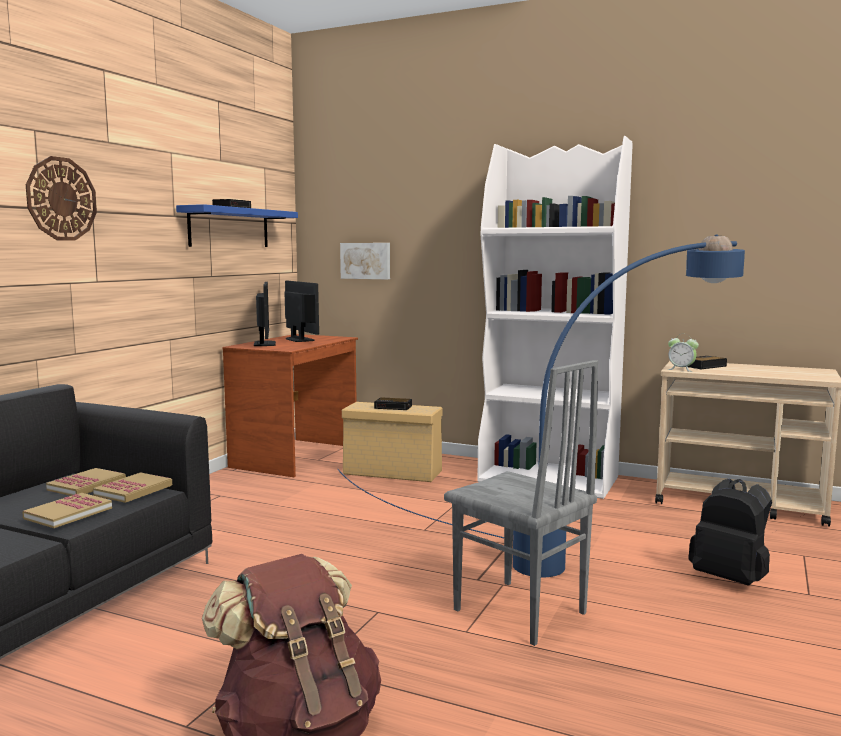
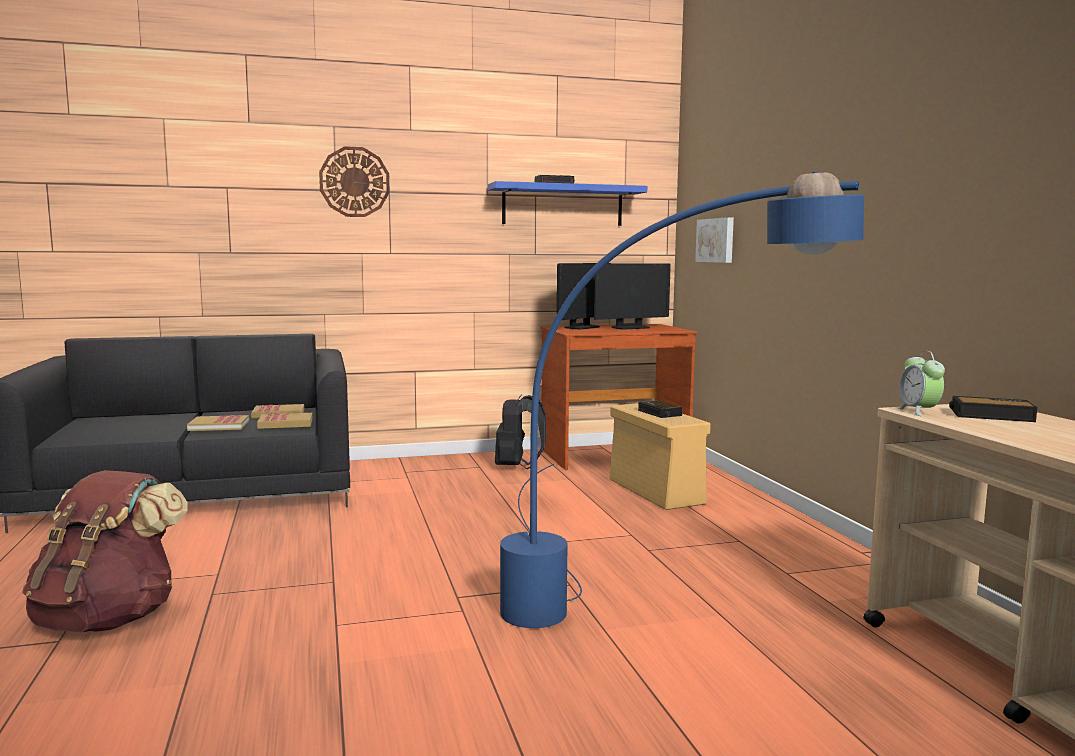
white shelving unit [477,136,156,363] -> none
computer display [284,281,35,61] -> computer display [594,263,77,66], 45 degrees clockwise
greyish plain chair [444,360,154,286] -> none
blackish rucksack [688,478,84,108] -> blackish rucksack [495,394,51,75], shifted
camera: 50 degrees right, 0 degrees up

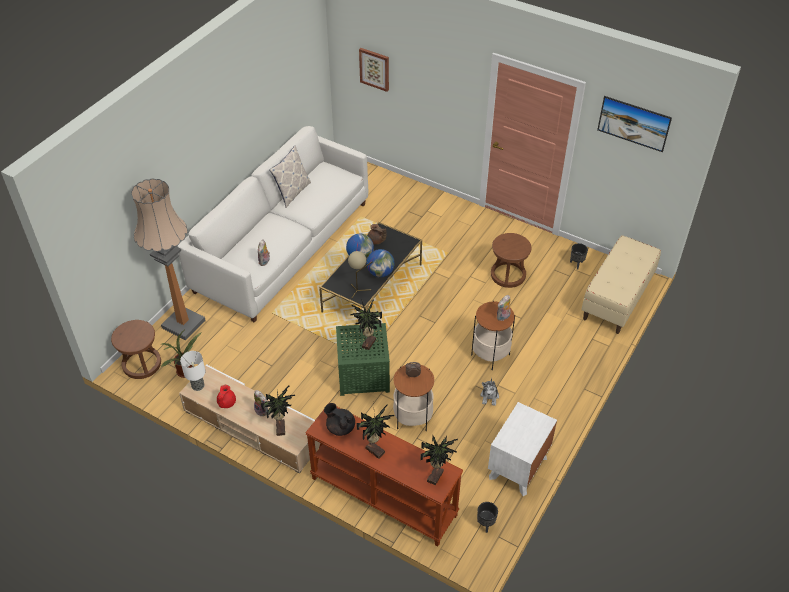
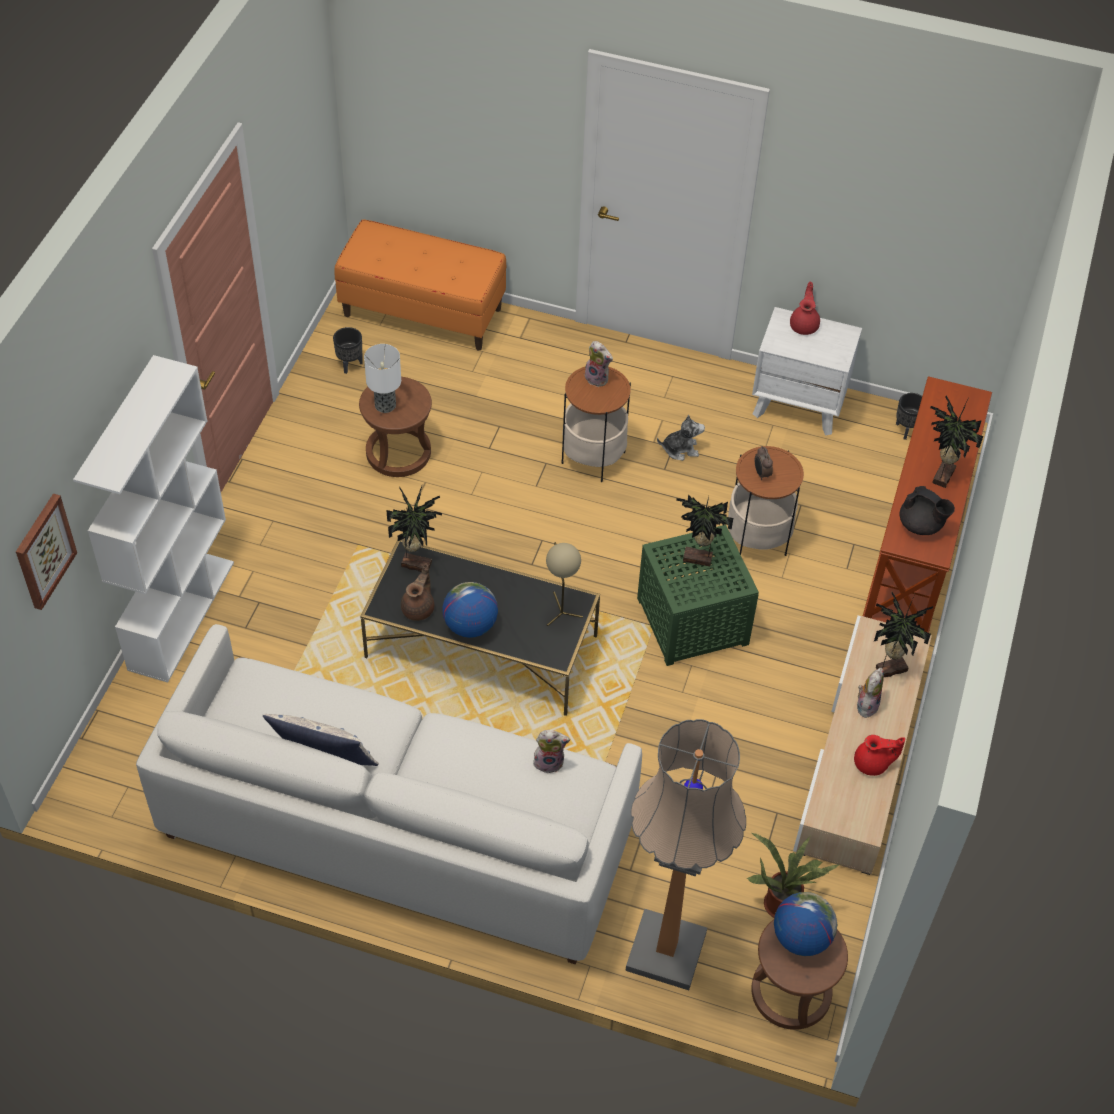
picture [597,96,75,56] -> none
beige-coloured indoor bench [581,235,80,99] -> orangey indoor bench [334,220,172,131]
globe [366,249,29,28] -> globe [774,892,63,64], shifted
table lamp [180,351,26,40] -> table lamp [364,344,37,69], shifted
blackish teapot [324,403,31,33] -> blackish teapot [900,486,55,49], 75 degrees counterclockwise
houseplant [420,435,38,50] -> houseplant [386,486,56,86], shifted
none -> red-coloured teapot [790,282,30,53]
none -> white shelving unit [73,355,161,328]
camera: 105 degrees left, 5 degrees up

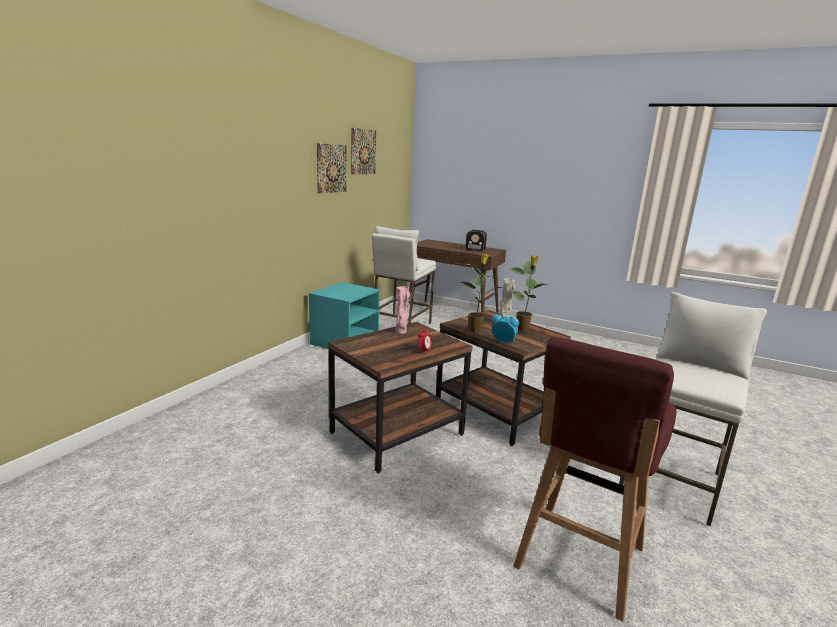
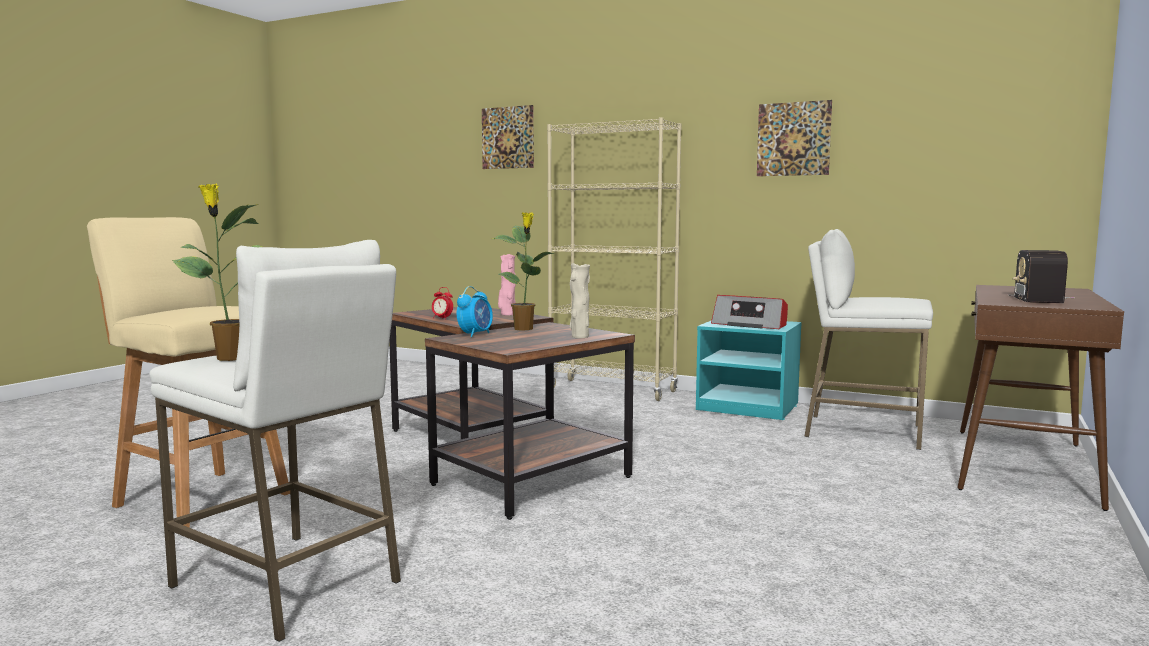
picture [351,128,25,46] -> picture [482,105,52,64], shifted
houseplant [509,255,38,76] -> houseplant [172,183,91,178], shifted
red-coloured sitting stool [513,337,163,284] -> beige-coloured sitting stool [87,217,203,311]
none -> beige-coloured shelving unit [547,117,135,284]
none -> radio [711,295,77,34]
camera: 90 degrees right, 10 degrees down

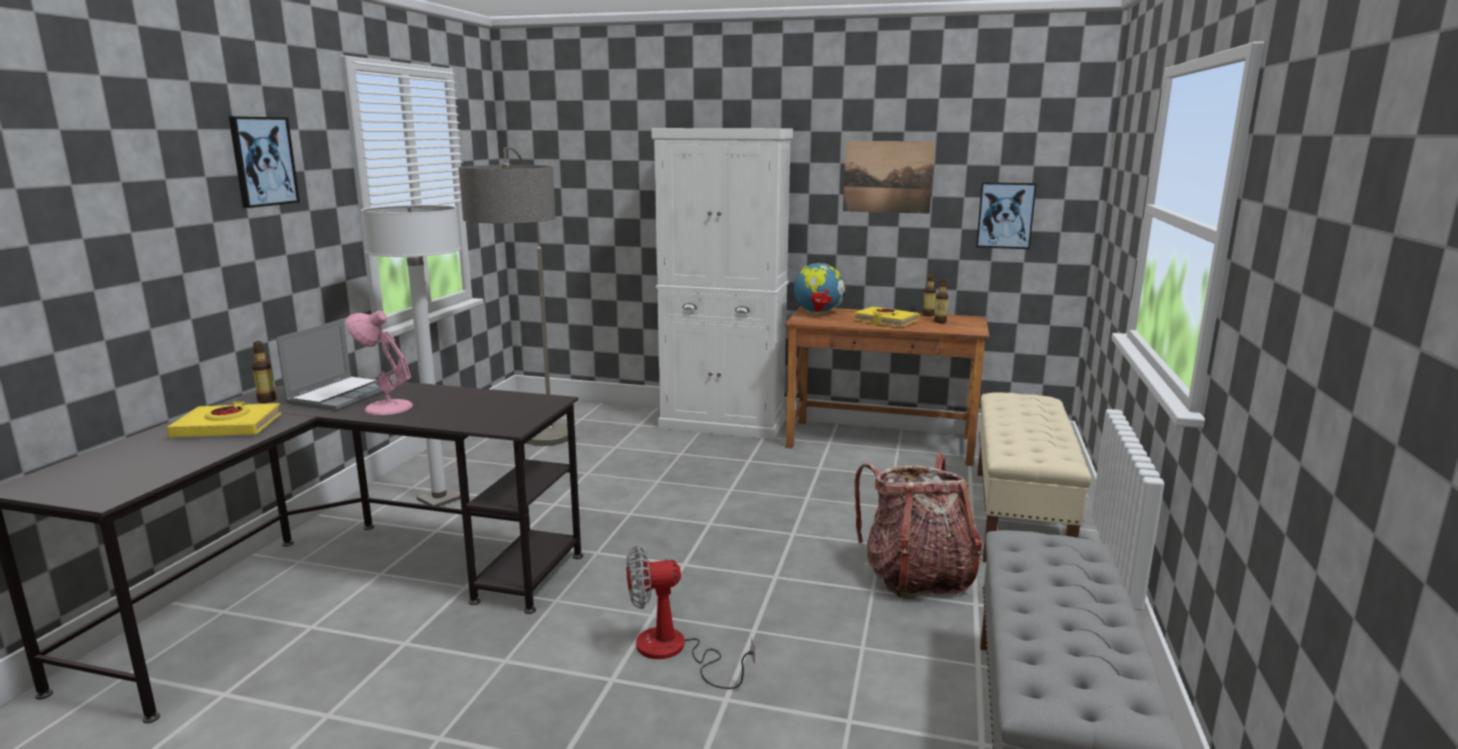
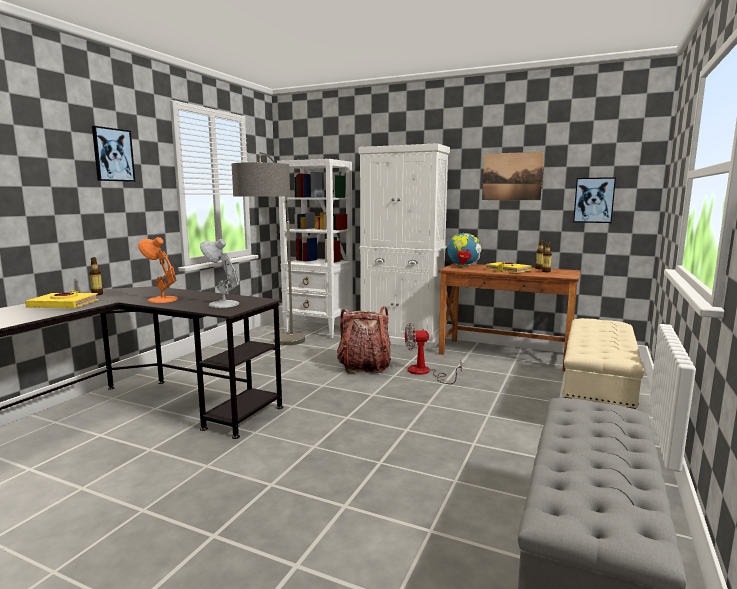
white floor lamp [361,205,100,302] -> none
pinkish table lamp [346,311,67,104] -> orangey table lamp [138,237,40,66]
notebook computer [276,319,120,92] -> none
rucksack [854,453,128,146] -> rucksack [337,306,54,68], shifted
cooling fan [627,546,128,143] -> cooling fan [405,323,57,61], shifted
none -> white shelving unit [277,159,76,179]
none -> white table lamp [200,239,39,69]
camera: 10 degrees right, 5 degrees down

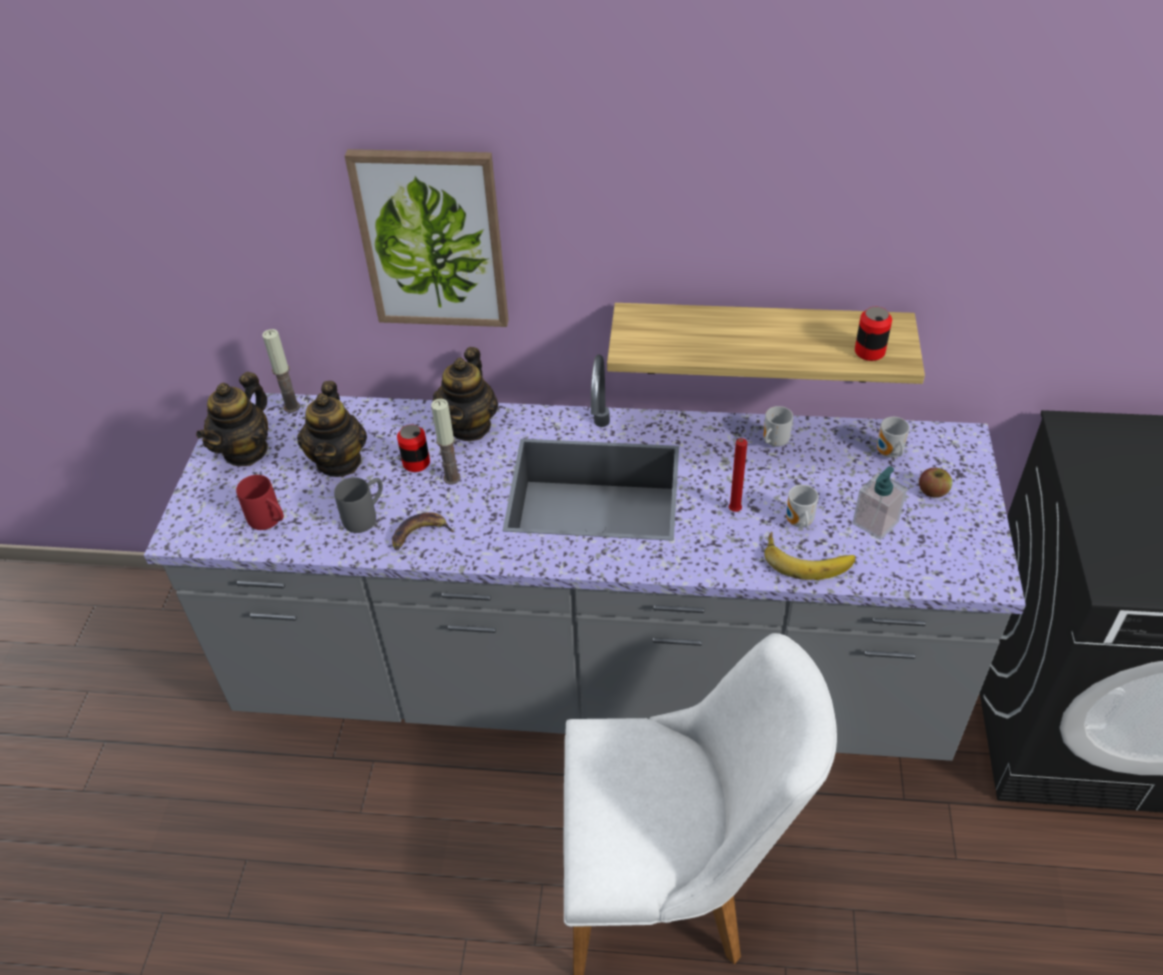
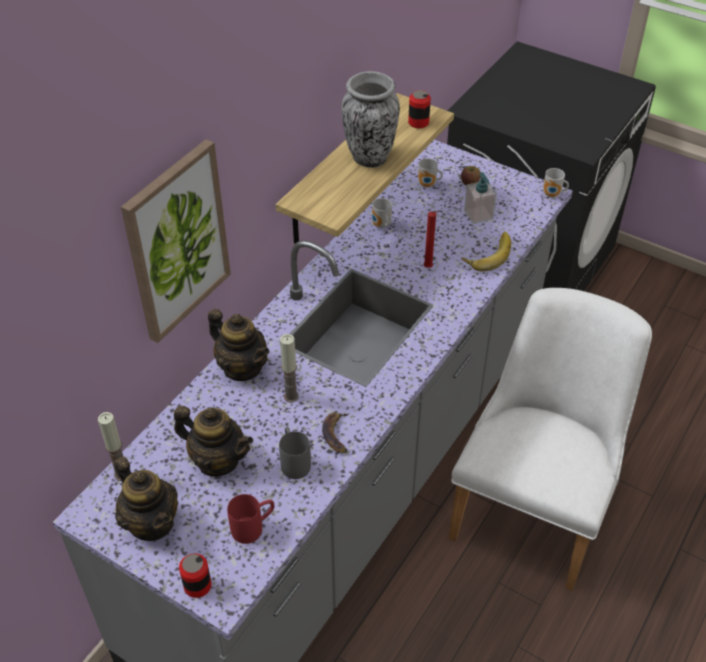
can [397,424,33,48] -> can [179,554,33,44], shifted
coffee mug [786,485,33,43] -> coffee mug [543,168,26,29], shifted
none -> decorative vase [341,71,59,97]
camera: 65 degrees left, 0 degrees up

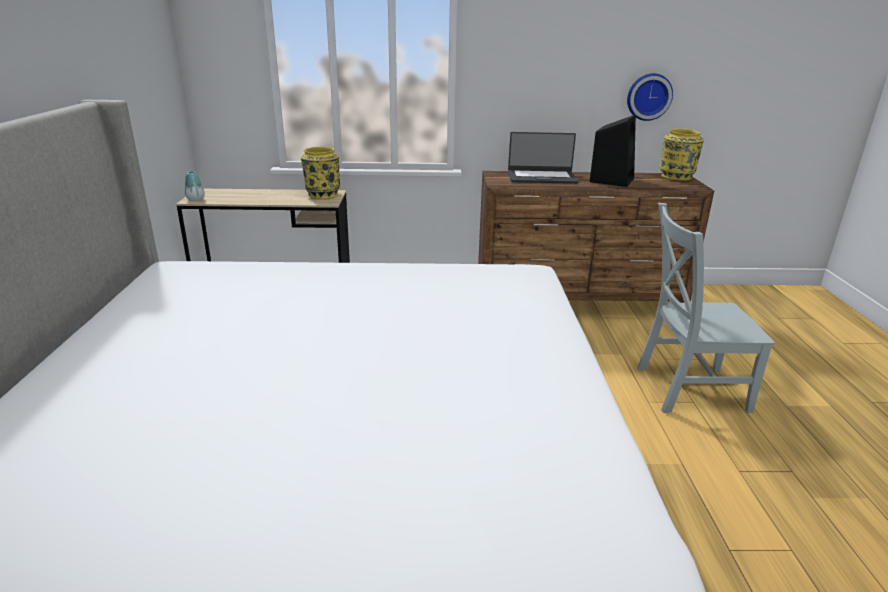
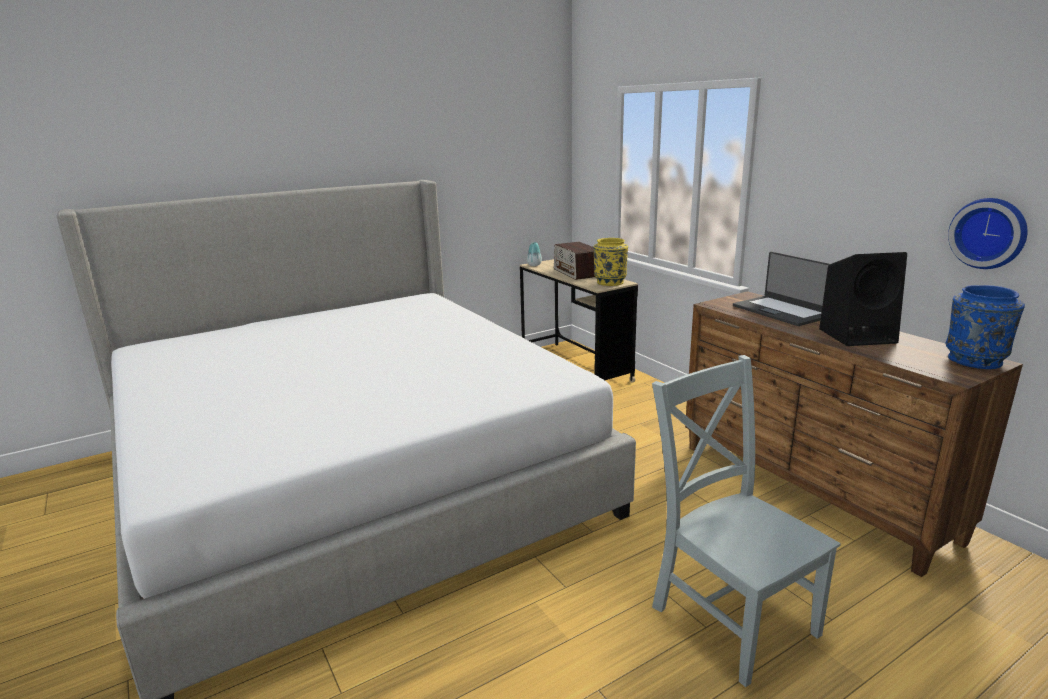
yellow-coloured decorative vase [660,128,44,53] -> blue decorative vase [946,285,79,84]
none -> radio [554,242,41,38]
camera: 60 degrees right, 5 degrees down

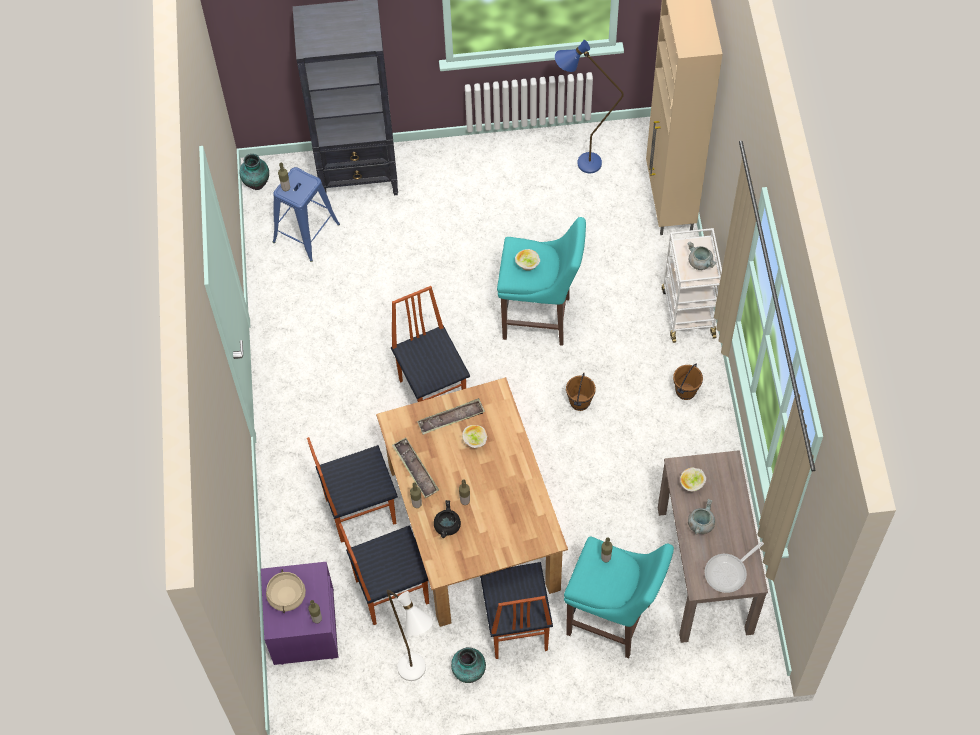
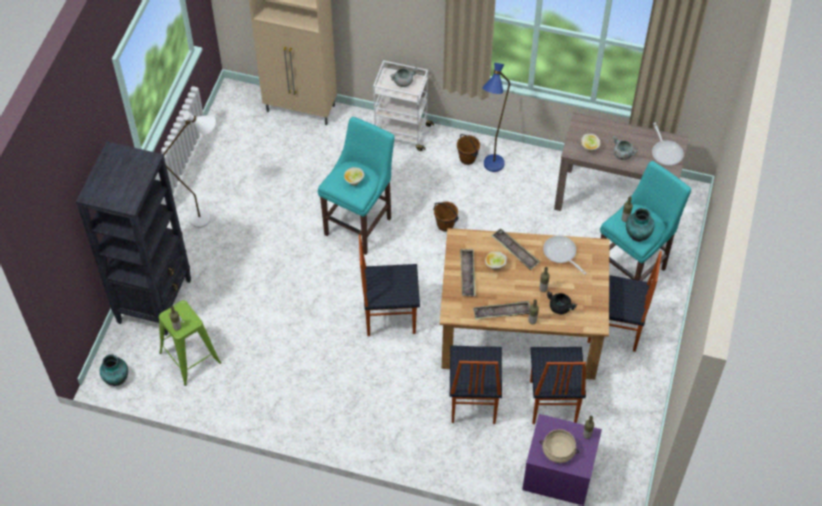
blue floor lamp [555,40,69,133] -> blue floor lamp [482,63,28,109], shifted
blue sitting stool [273,167,67,95] -> green sitting stool [159,300,62,86]
white floor lamp [387,590,46,91] -> white floor lamp [164,110,52,118], shifted
decorative vase [451,647,35,36] -> decorative vase [626,208,29,34], shifted
none -> tray [492,228,48,42]
none -> pan [543,236,43,39]
camera: 70 degrees left, 5 degrees down

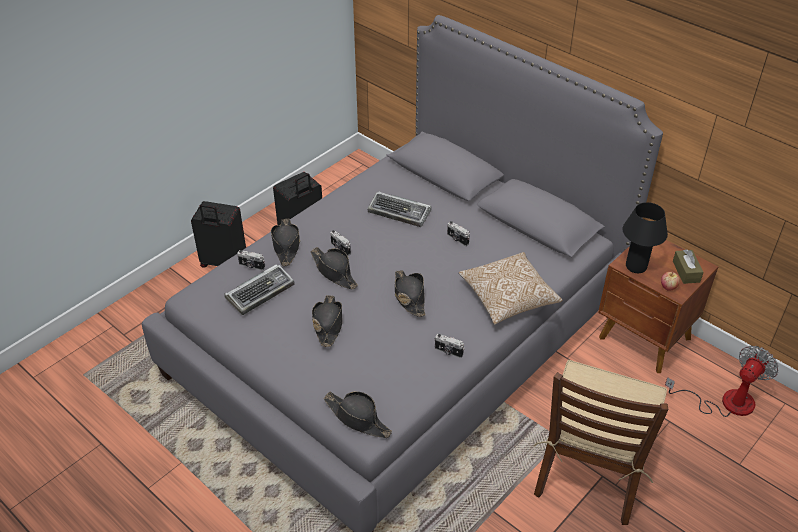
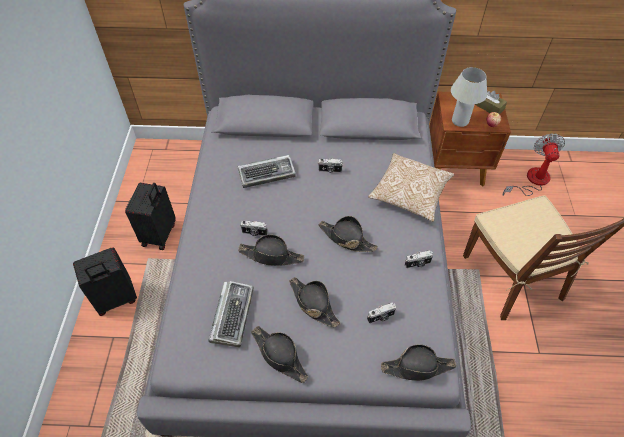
blackish table lamp [623,202,45,71] -> white table lamp [451,67,36,60]
blackish clothing hat [271,219,29,47] -> blackish clothing hat [251,326,57,57], shifted
photo camera [237,250,28,20] -> photo camera [367,302,29,22], shifted
camera: 40 degrees left, 10 degrees up

